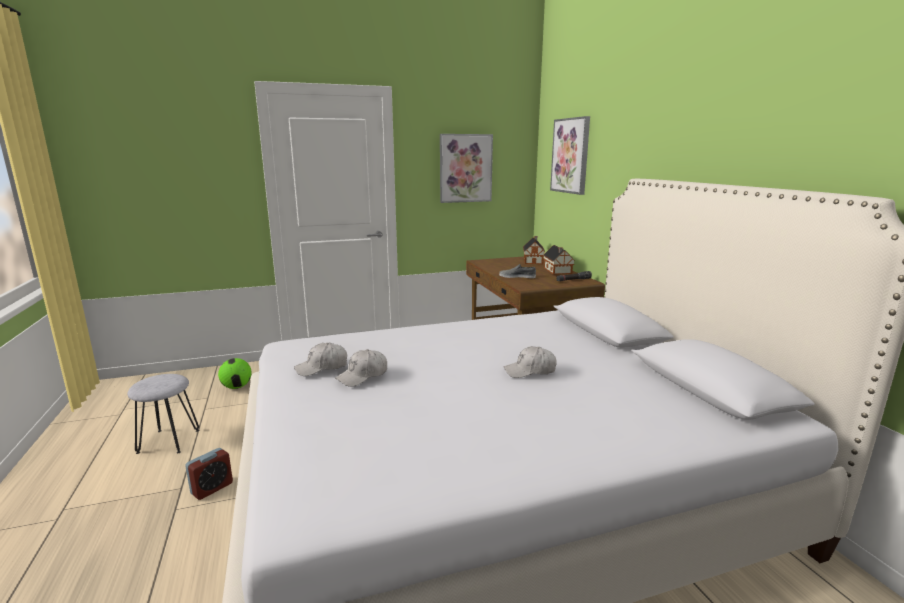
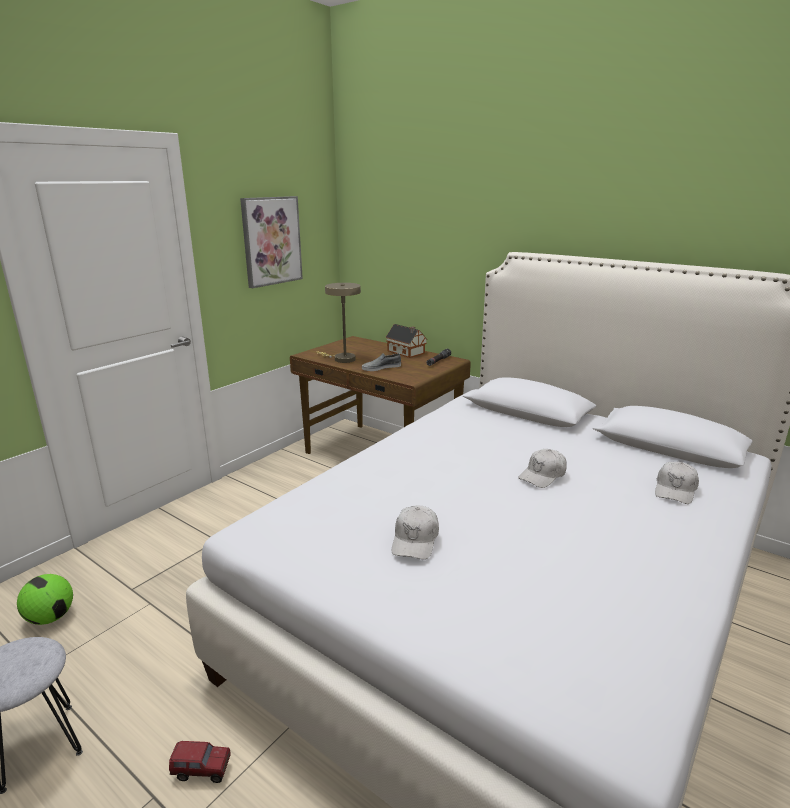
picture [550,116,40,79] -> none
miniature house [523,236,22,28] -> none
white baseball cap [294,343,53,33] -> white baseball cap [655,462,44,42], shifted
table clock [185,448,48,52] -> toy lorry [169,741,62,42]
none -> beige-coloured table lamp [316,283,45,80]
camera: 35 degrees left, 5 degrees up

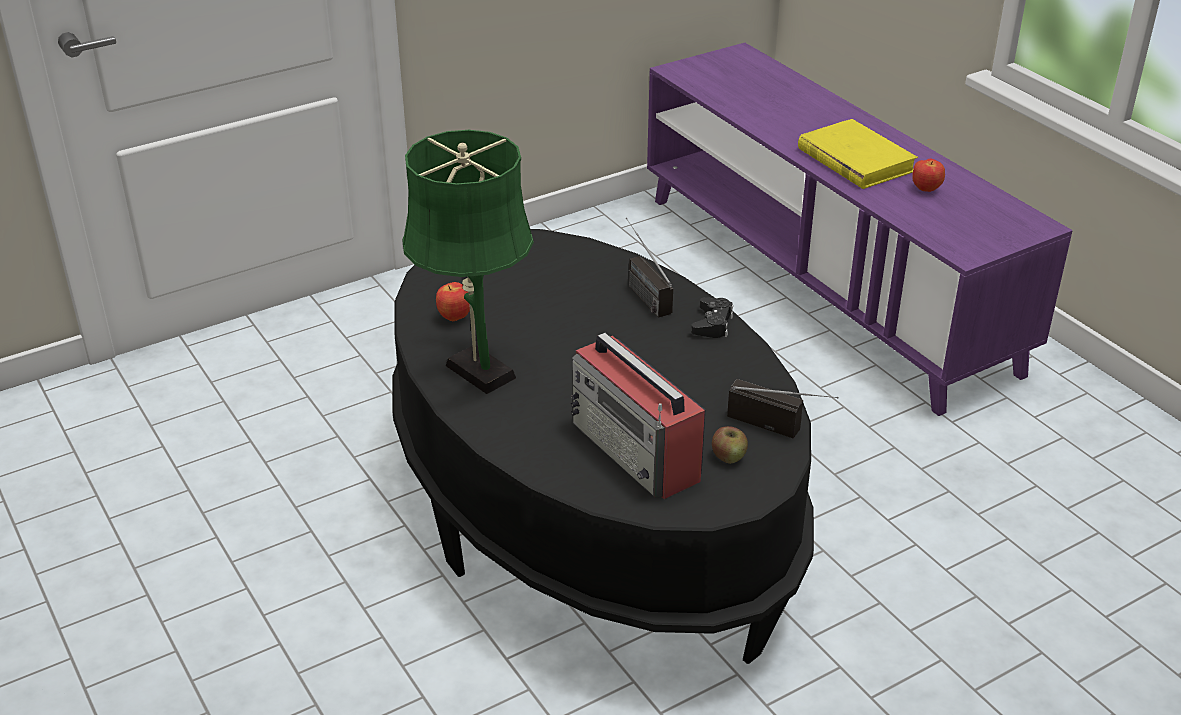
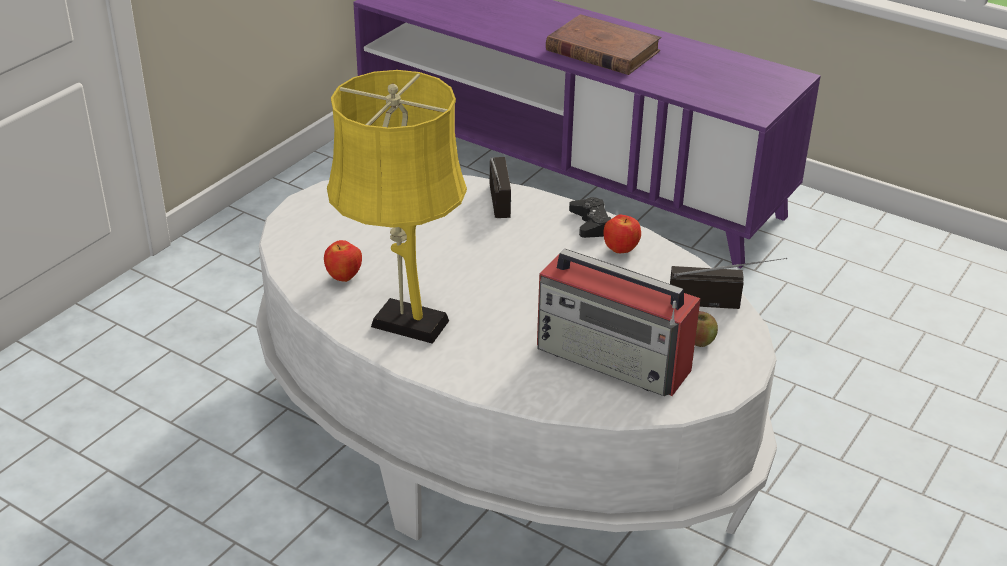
yellow-coloured bound book [798,119,120,70] -> brown-coloured bound book [546,14,115,61]
green table lamp [402,130,132,264] -> yellow-coloured table lamp [327,70,140,274]
apple [912,158,33,34] -> apple [603,214,38,39], shifted
radio [626,218,47,100] -> radio [490,157,21,61], 135 degrees counterclockwise
blackish coffee table [392,229,422,435] -> white coffee table [256,175,521,365]
camera: 25 degrees left, 0 degrees up

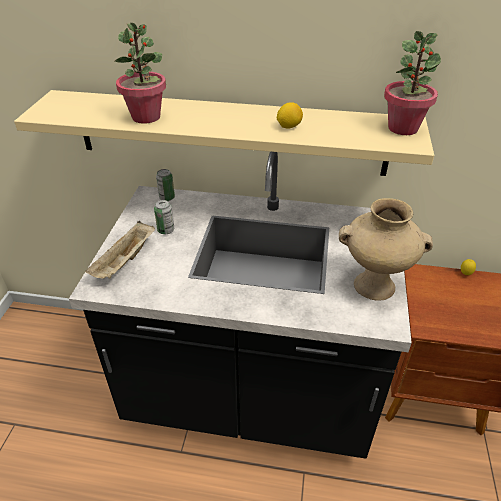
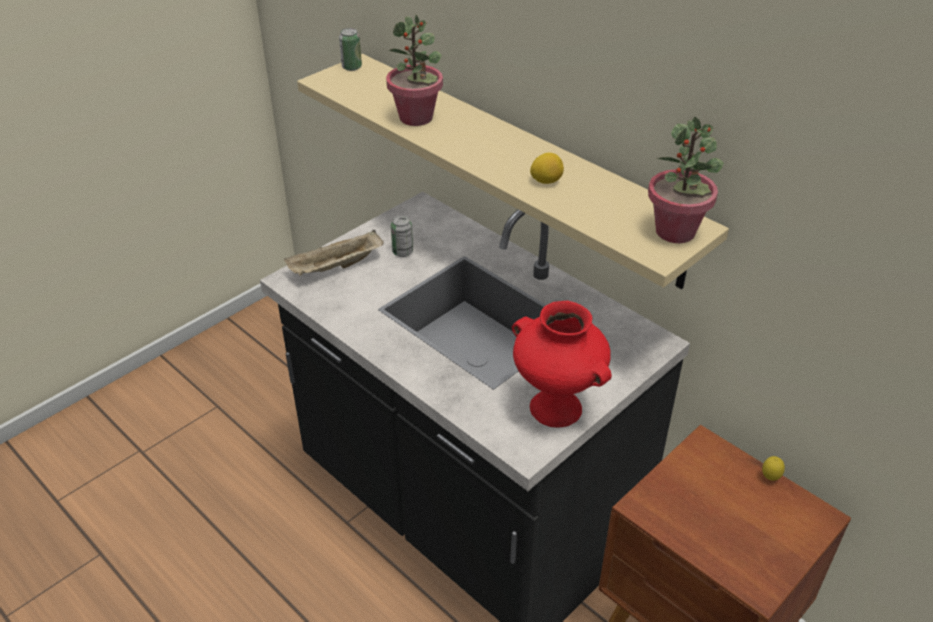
can [156,169,19,32] -> can [339,28,23,43], shifted
beige-coloured decorative vase [339,198,94,103] -> red-coloured decorative vase [512,301,100,126]
camera: 35 degrees right, 0 degrees up

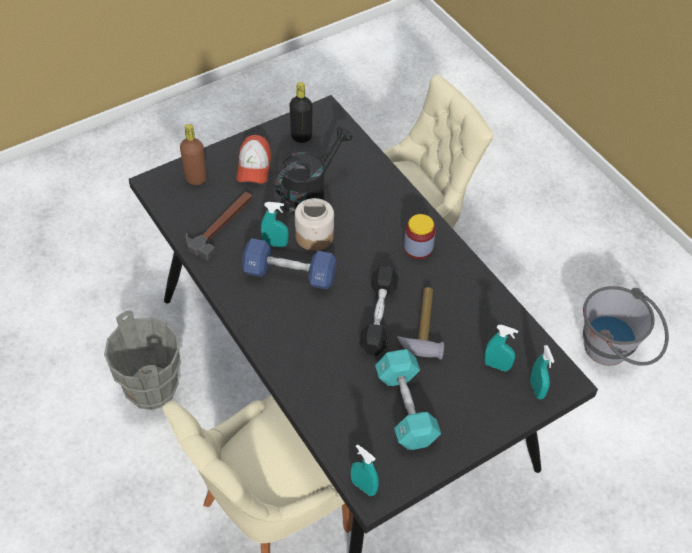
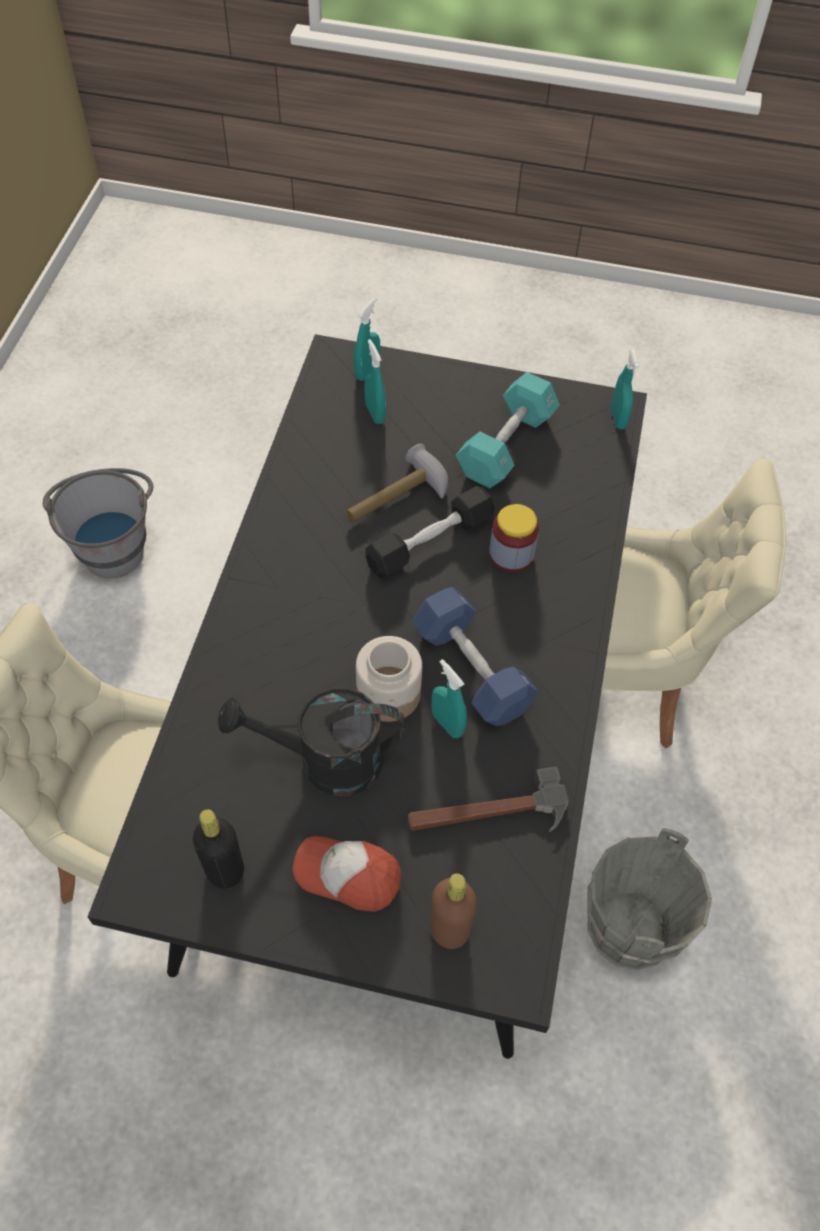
baseball cap [237,135,34,49] -> baseball cap [293,836,108,76], 120 degrees counterclockwise
storage jar [404,214,32,45] -> storage jar [489,504,50,68], shifted
camera: 135 degrees left, 5 degrees up

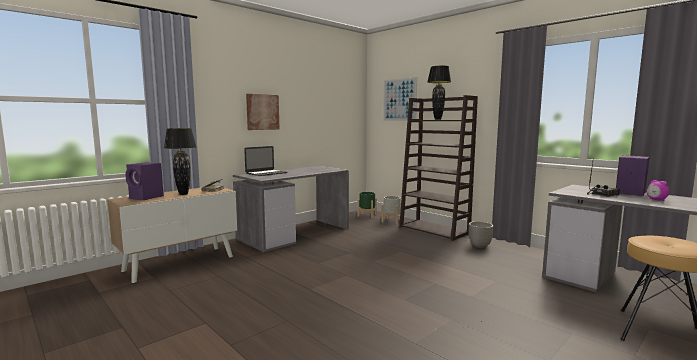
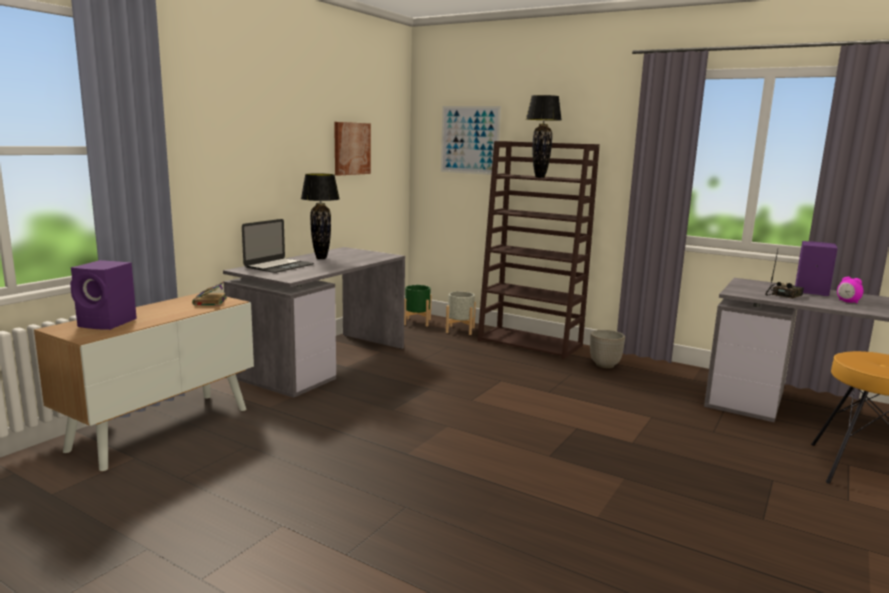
picture [246,94,34,36] -> picture [334,122,37,54], shifted
blackish table lamp [164,128,32,67] -> blackish table lamp [301,173,38,86], shifted
camera: 15 degrees left, 5 degrees up

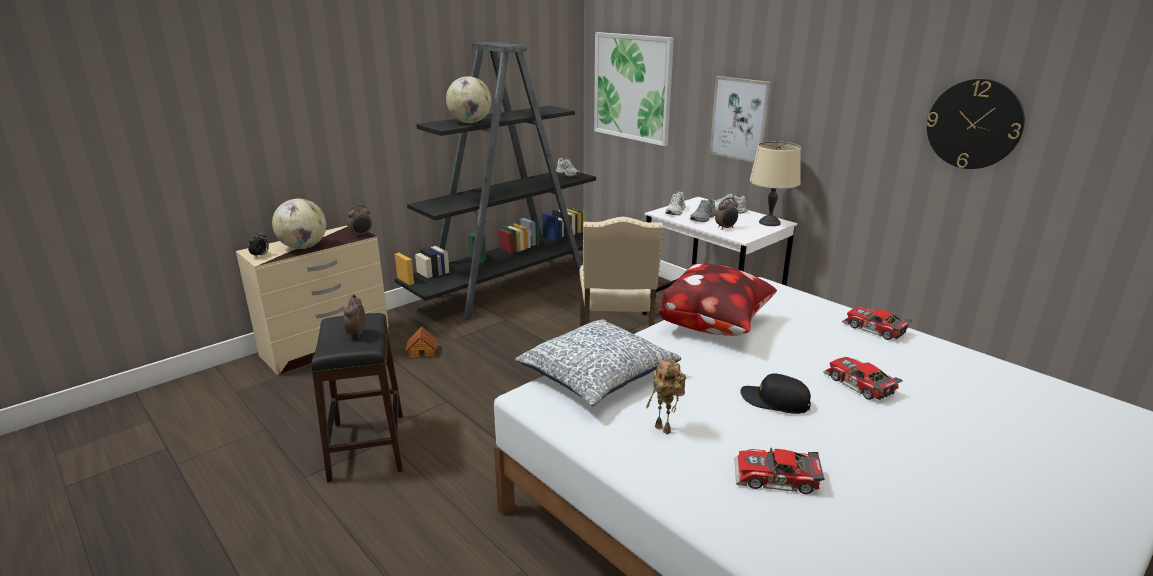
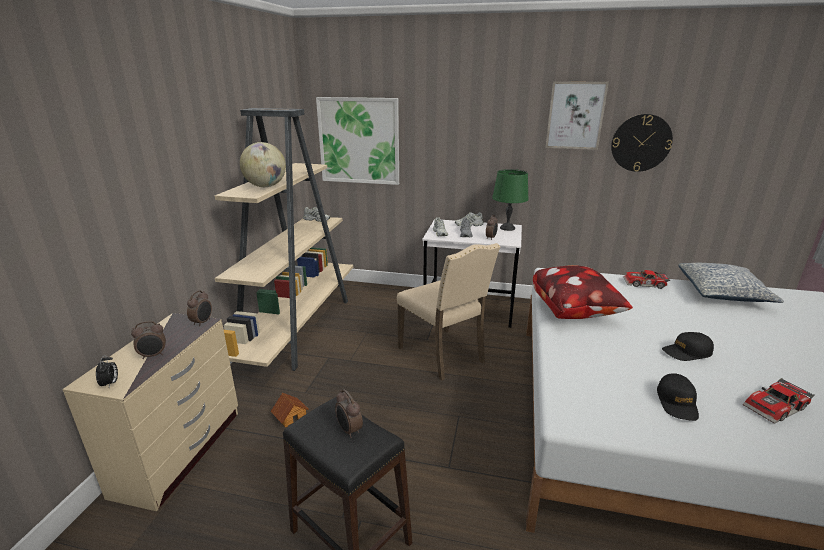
blackish shelving unit [395,41,201,279] -> beige-coloured shelving unit [215,108,138,263]
picture [710,76,62,87] -> picture [545,81,64,69], shifted
beige-coloured table lamp [750,141,51,85] -> green table lamp [492,169,37,62]
globe [272,199,54,50] -> table clock [131,321,35,38]
throw pillow [515,319,167,87] -> throw pillow [678,263,106,40], shifted
model car [823,357,80,43] -> none
model robot [646,359,40,75] -> blackish baseball cap [657,373,42,48]
camera: 35 degrees left, 0 degrees up

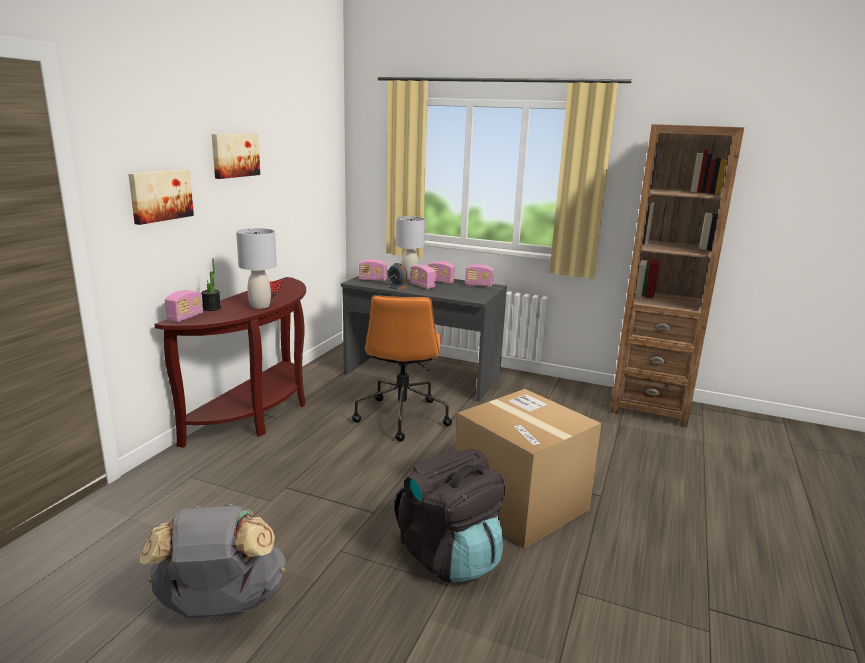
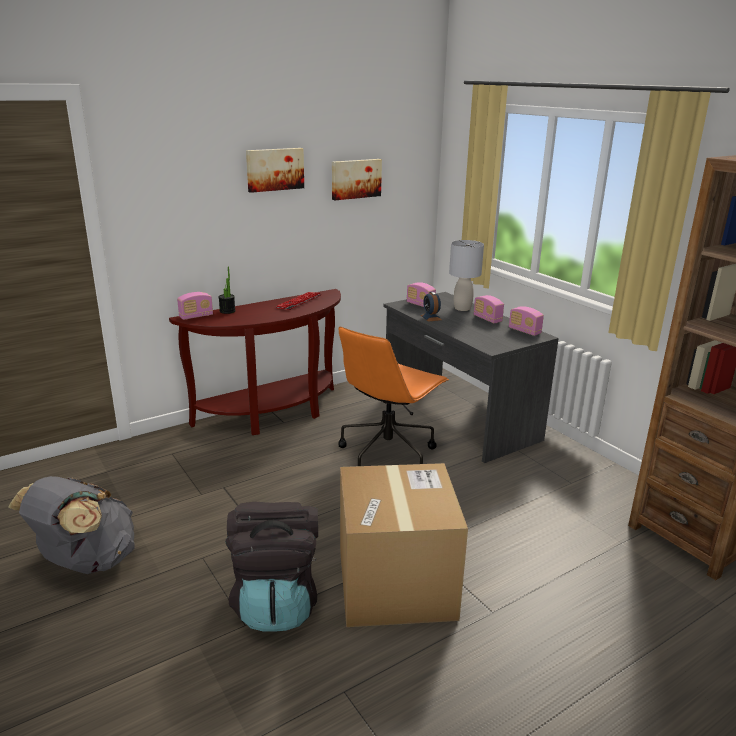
picture [128,170,66,55] -> picture [332,159,50,41], shifted
greyish table lamp [236,228,41,81] -> none
radio [410,265,26,24] -> none
camera: 35 degrees right, 5 degrees up

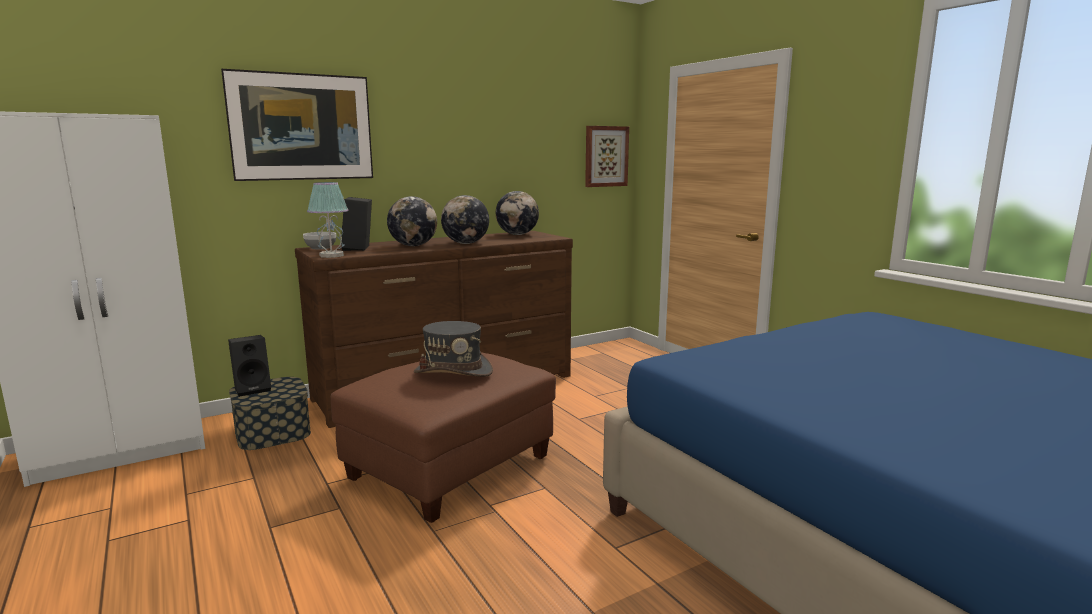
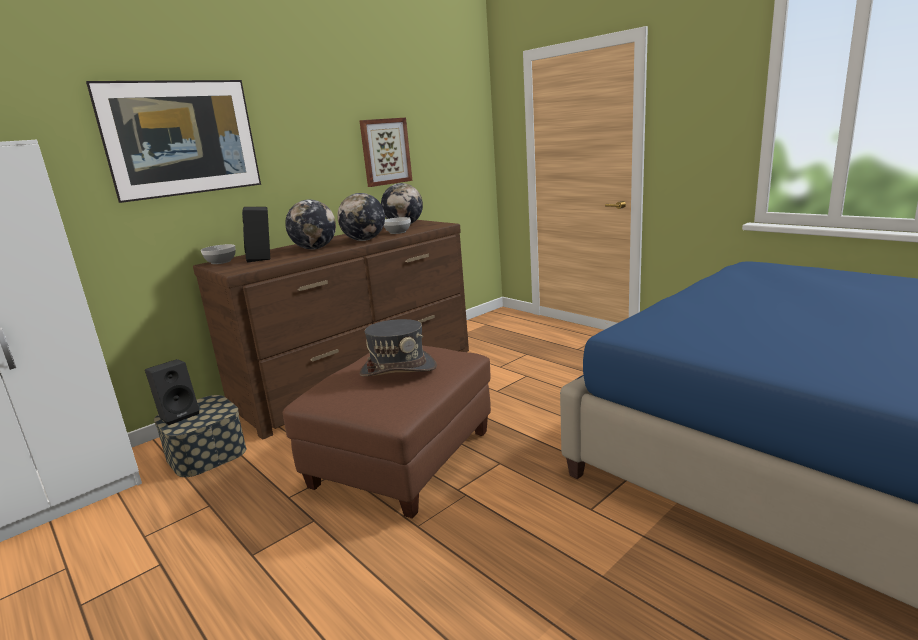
picture [585,126,44,61] -> picture [359,117,53,70], shifted
table lamp [307,182,42,76] -> none
none -> bowl [384,217,27,17]
camera: 10 degrees left, 5 degrees up

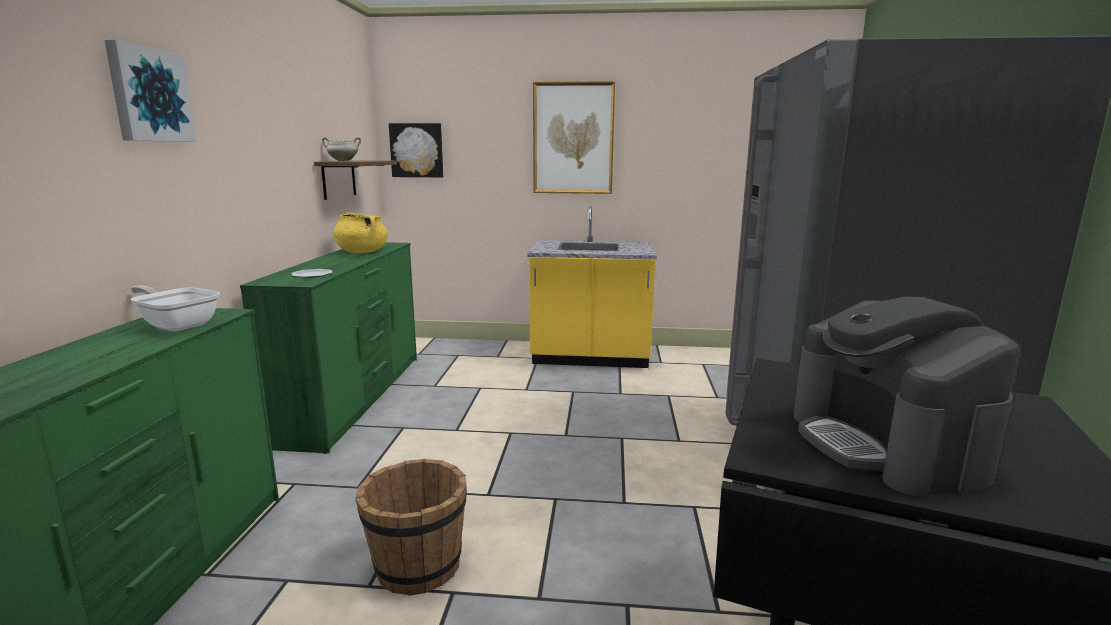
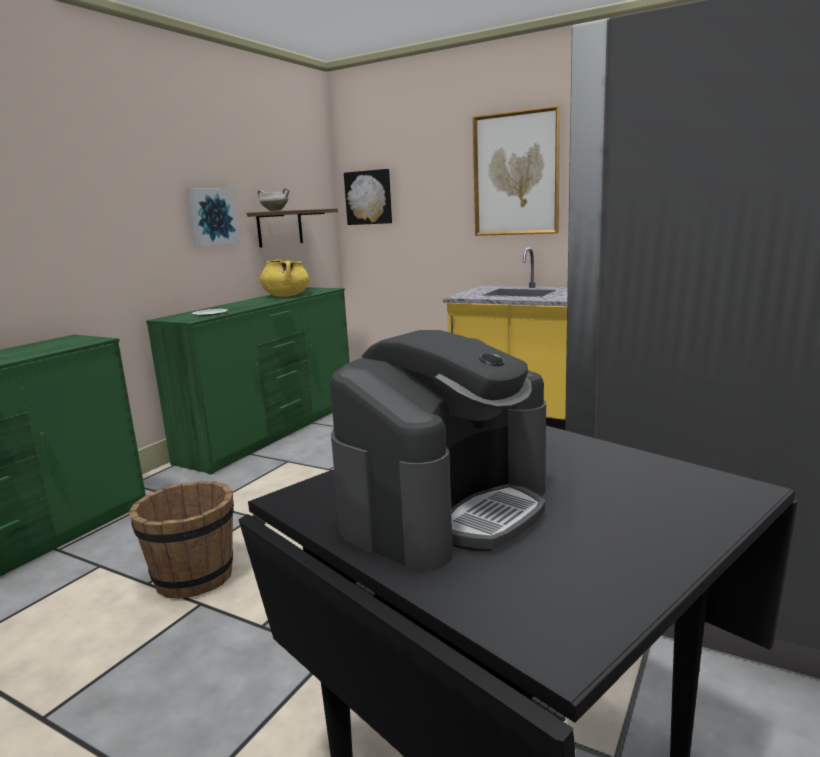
picture [105,40,91,102] -> picture [186,188,54,59], shifted
pan [131,285,89,46] -> none
coffee machine [794,297,226,200] -> coffee machine [330,330,216,241], 150 degrees counterclockwise
camera: 25 degrees right, 0 degrees up

